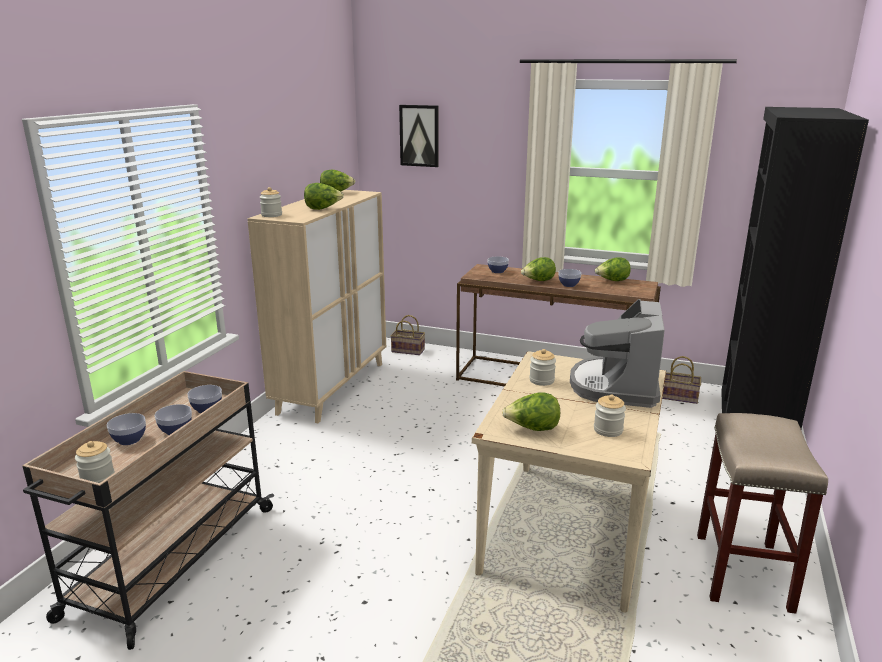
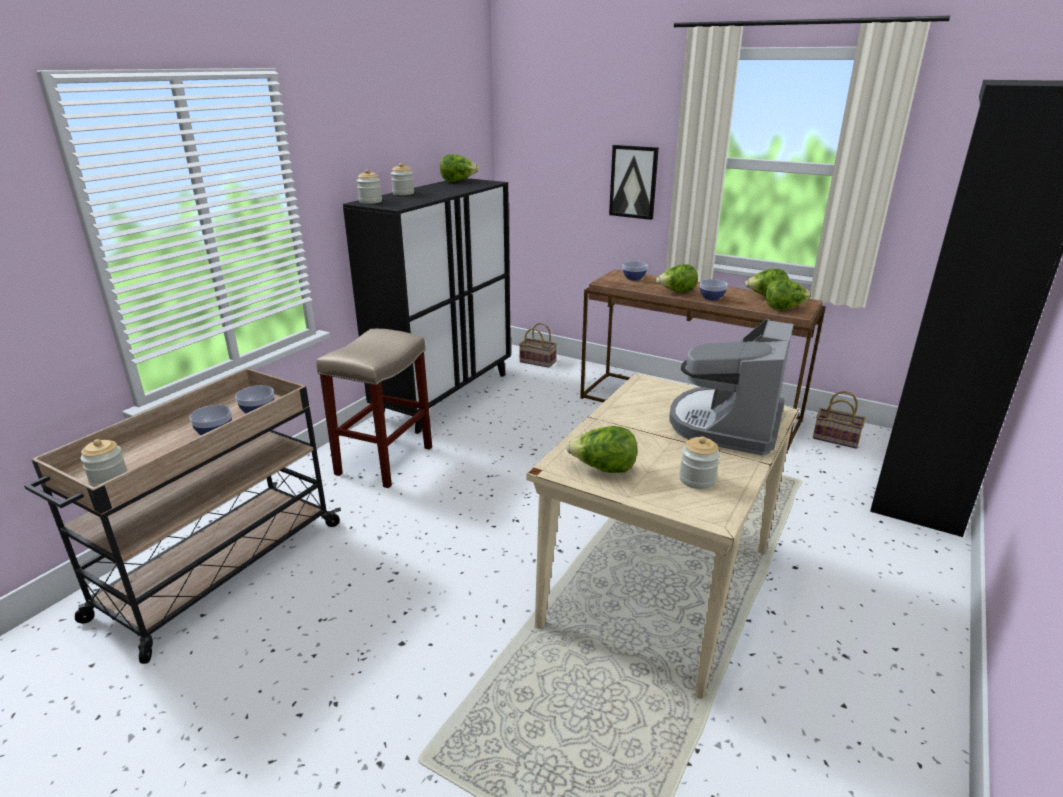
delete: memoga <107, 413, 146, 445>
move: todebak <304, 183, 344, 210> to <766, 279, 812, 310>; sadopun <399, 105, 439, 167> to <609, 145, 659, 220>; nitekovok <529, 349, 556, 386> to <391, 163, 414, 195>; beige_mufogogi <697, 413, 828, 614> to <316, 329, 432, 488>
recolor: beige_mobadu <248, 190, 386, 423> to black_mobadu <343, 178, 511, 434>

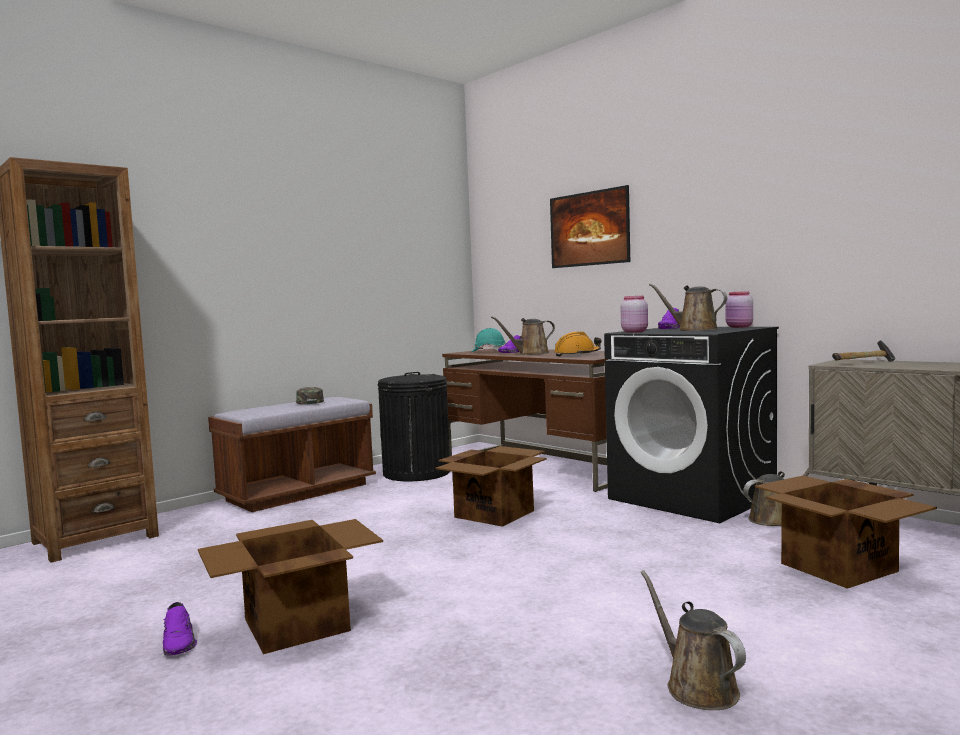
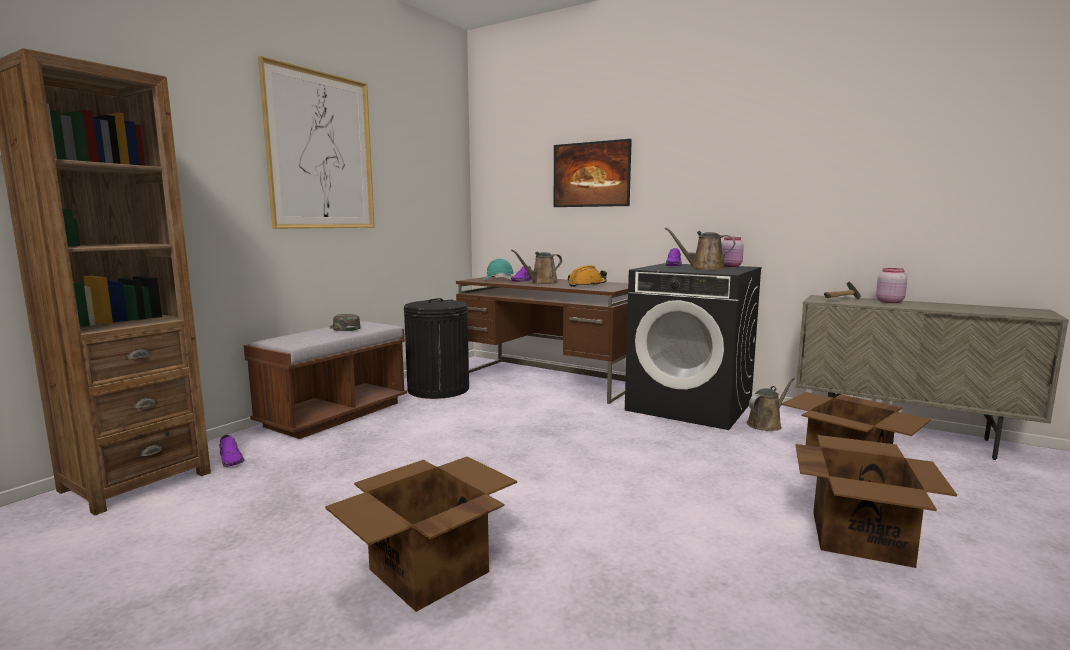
delete: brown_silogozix <640, 570, 746, 710>
insert: sadopun <258, 56, 375, 229>
move: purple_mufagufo <163, 602, 197, 656> to <219, 435, 245, 467>; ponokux <435, 446, 546, 527> to <795, 435, 957, 568>; pink_nitekovok <621, 296, 648, 333> to <876, 268, 907, 303>

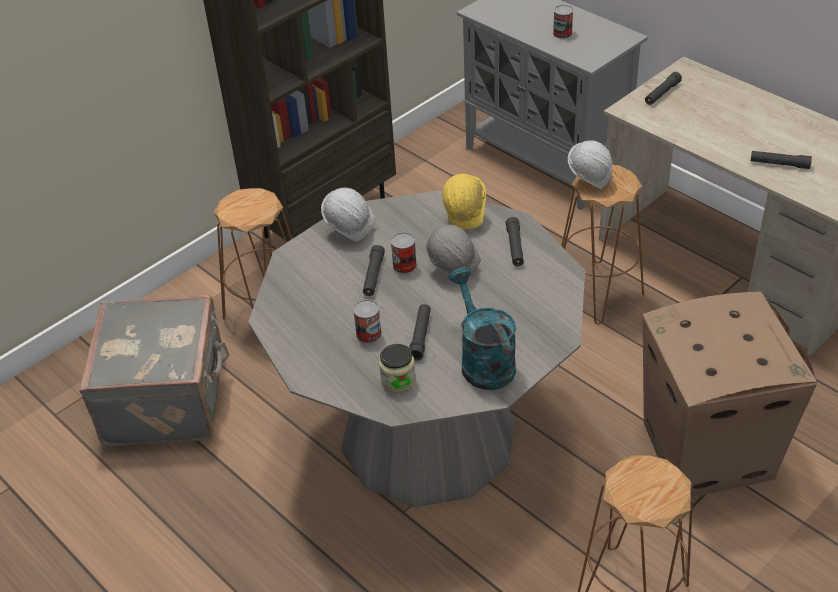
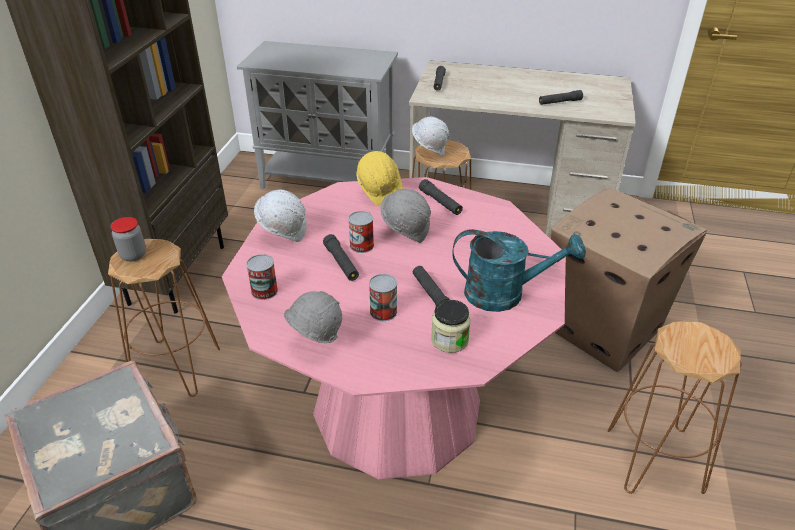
insert: nitekovok <111, 217, 146, 261>; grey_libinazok <284, 291, 342, 343>
move: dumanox <553, 5, 574, 39> to <246, 254, 278, 300>
recolor: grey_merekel <248, 190, 585, 507> to pink_merekel <222, 177, 566, 479>
rotate: turquoise_silogozix <449, 267, 516, 390> = <452, 229, 586, 312> 150 degrees clockwise

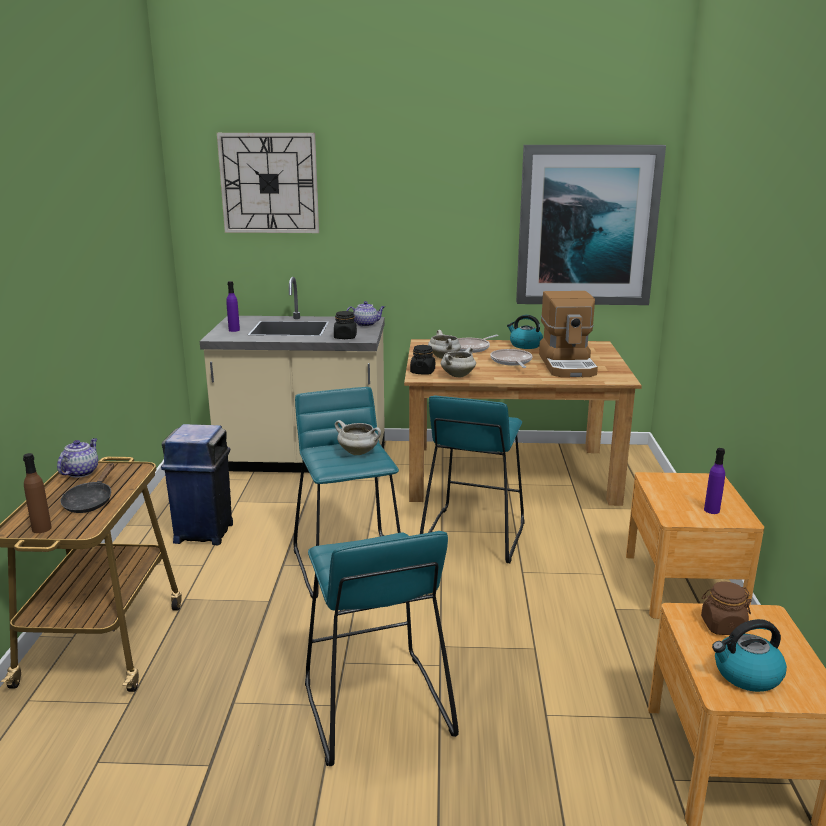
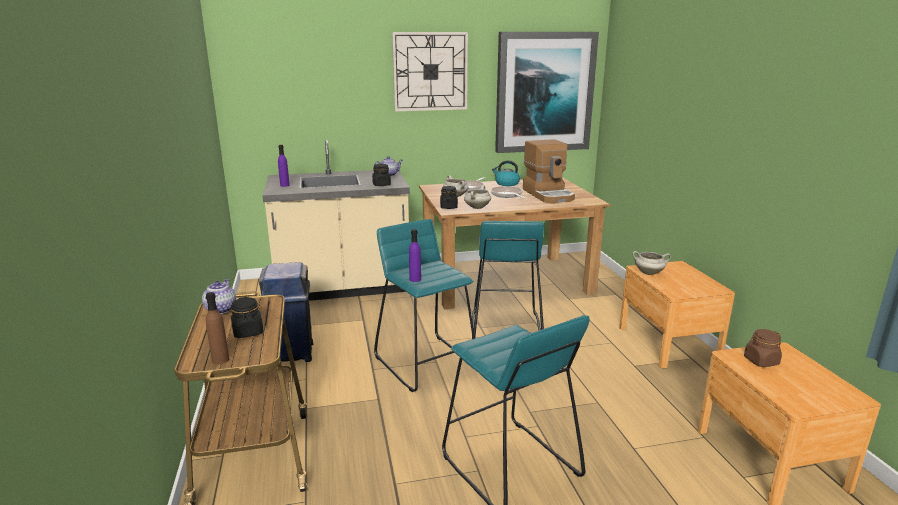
delete: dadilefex <712, 619, 787, 692>
move: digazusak <217, 133, 319, 233> to <392, 32, 468, 112>; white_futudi <335, 420, 381, 455> to <633, 251, 671, 275>; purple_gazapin <704, 448, 725, 514> to <409, 229, 421, 282>
replace: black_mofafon <61, 463, 114, 513> to black_nitekovok <231, 297, 263, 338>

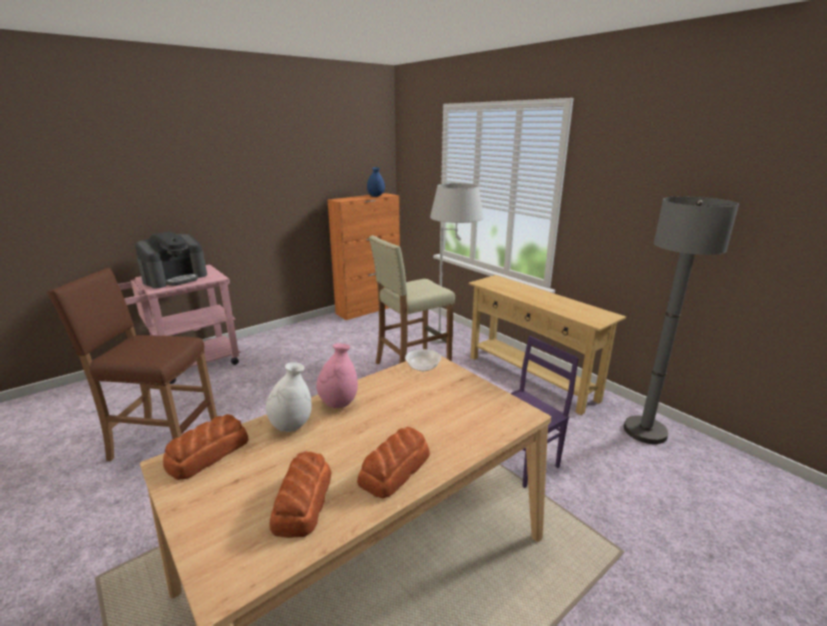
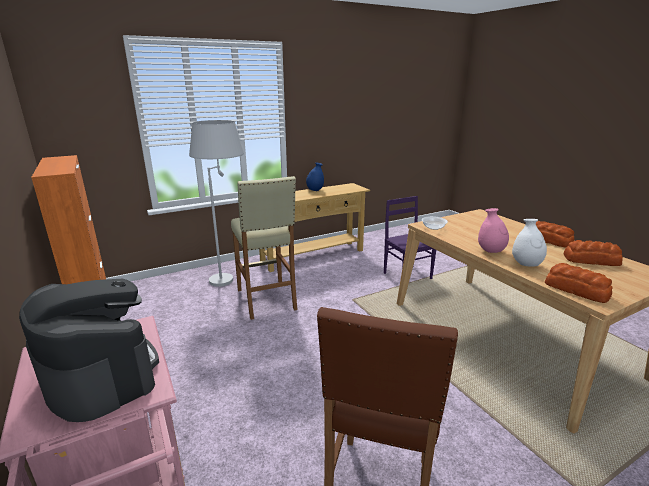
delete: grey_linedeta <624, 197, 739, 444>
move: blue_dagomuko <367, 167, 385, 197> to <306, 162, 324, 191>

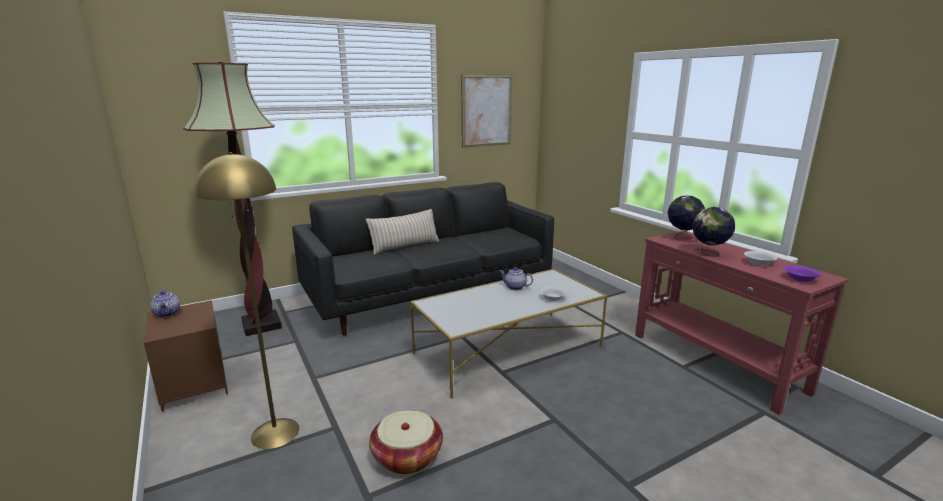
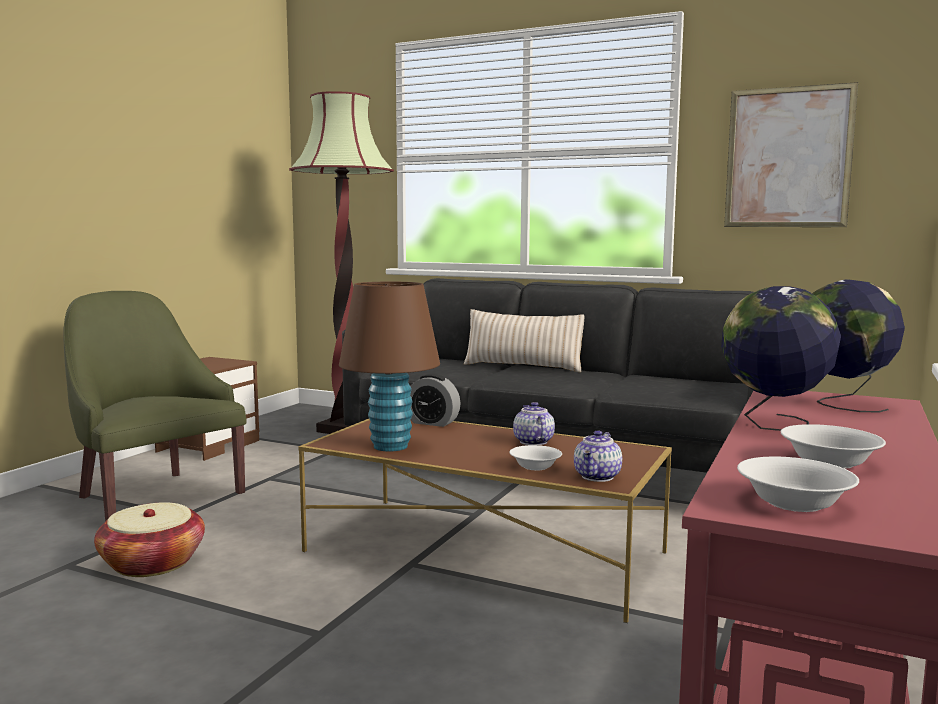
insert: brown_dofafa <339, 282, 440, 452>; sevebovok <410, 374, 461, 427>
move: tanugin <150, 290, 180, 318> to <574, 430, 622, 482>
replace: yellow_linedeta <195, 152, 299, 449> to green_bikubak <63, 291, 246, 521>
recolor: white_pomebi <410, 269, 608, 398> to brown_pomebi <298, 419, 672, 623>; purple_memoga <784, 265, 822, 282> to white_memoga <737, 456, 859, 512>

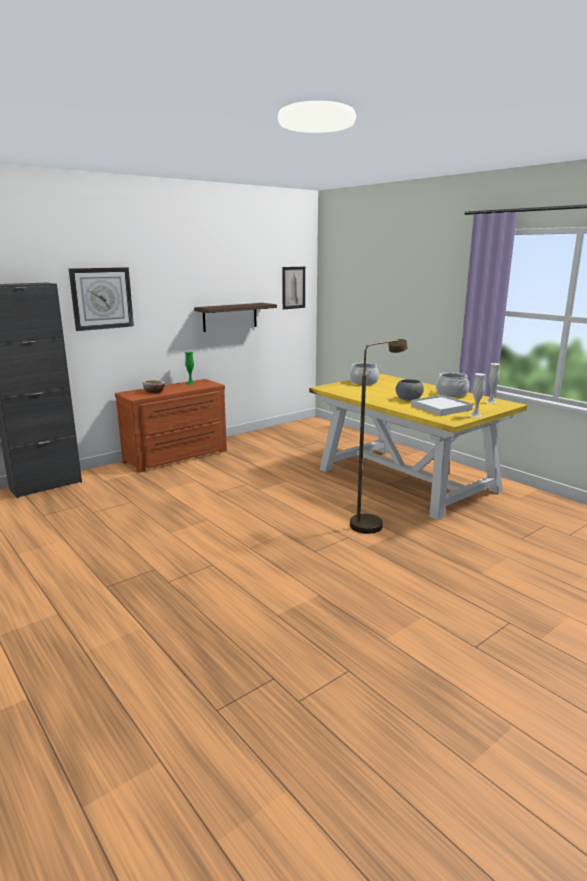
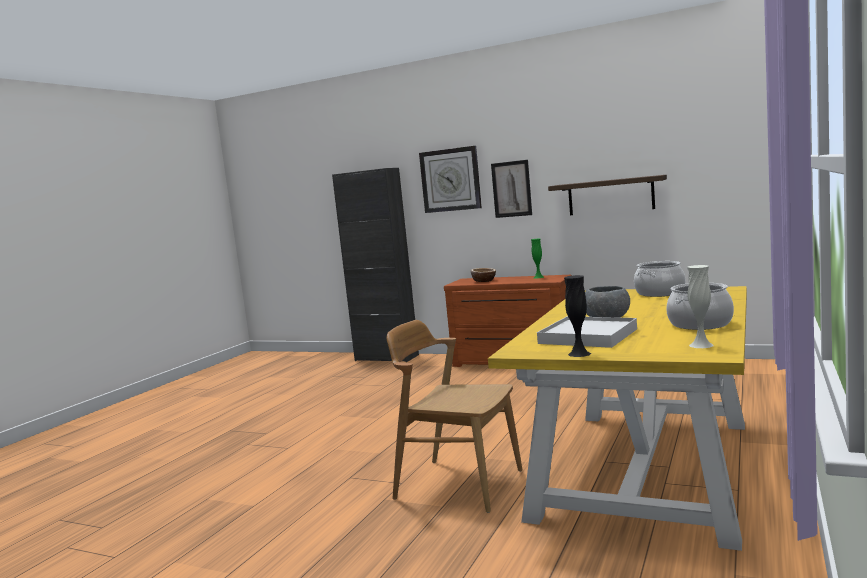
move: sadopun <282, 267, 305, 309> to <491, 160, 532, 218>
replace: brown_linedeta <350, 339, 407, 534> to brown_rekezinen <387, 320, 522, 513>
recolor: white_dagomuko <470, 373, 486, 417> to black_dagomuko <564, 275, 591, 357>

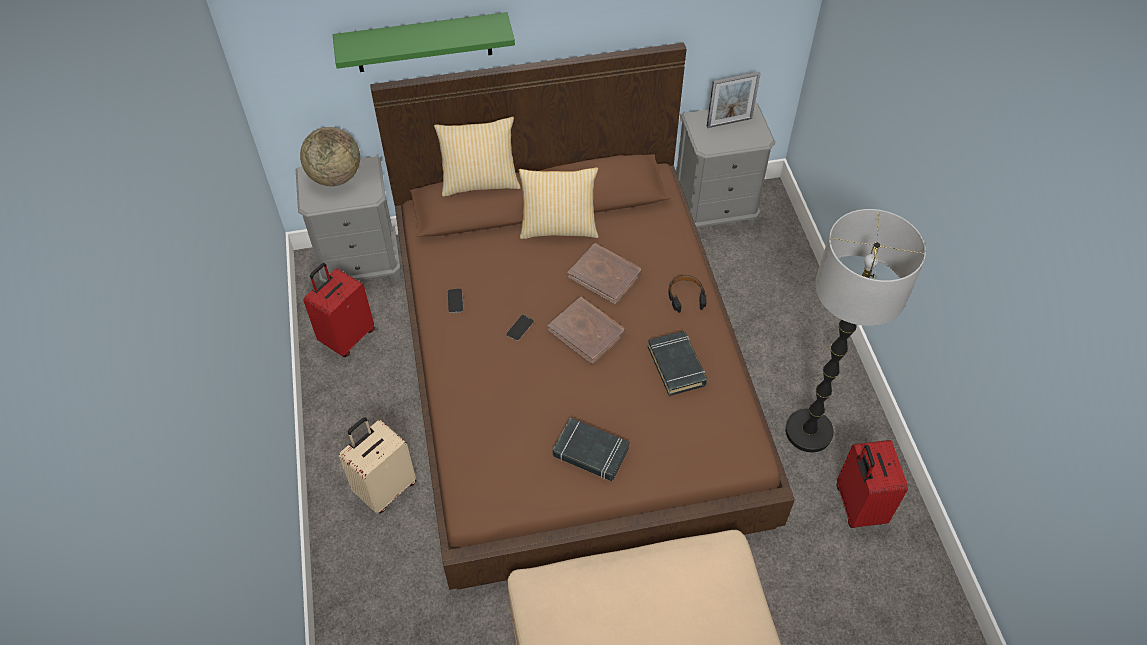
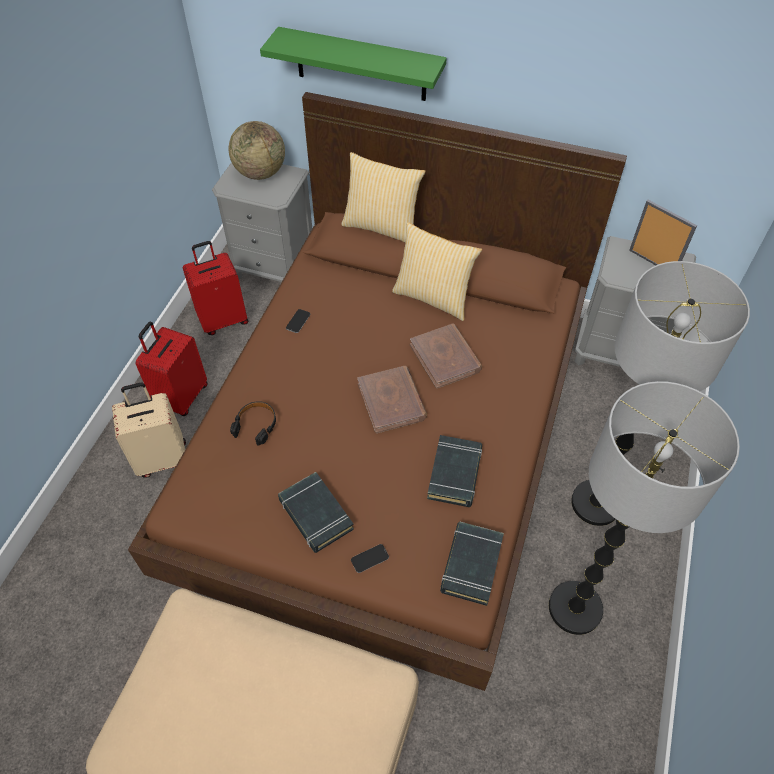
insert: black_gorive <440, 522, 504, 606>; linedeta <571, 261, 750, 526>
move: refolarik <506, 315, 534, 341> to <351, 544, 389, 573>; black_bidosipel <669, 275, 706, 313> to <230, 401, 276, 446>; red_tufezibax <837, 440, 908, 528> to <136, 322, 208, 416>
rotate: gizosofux <707, 72, 761, 128> = <629, 200, 697, 265> 150 degrees counterclockwise

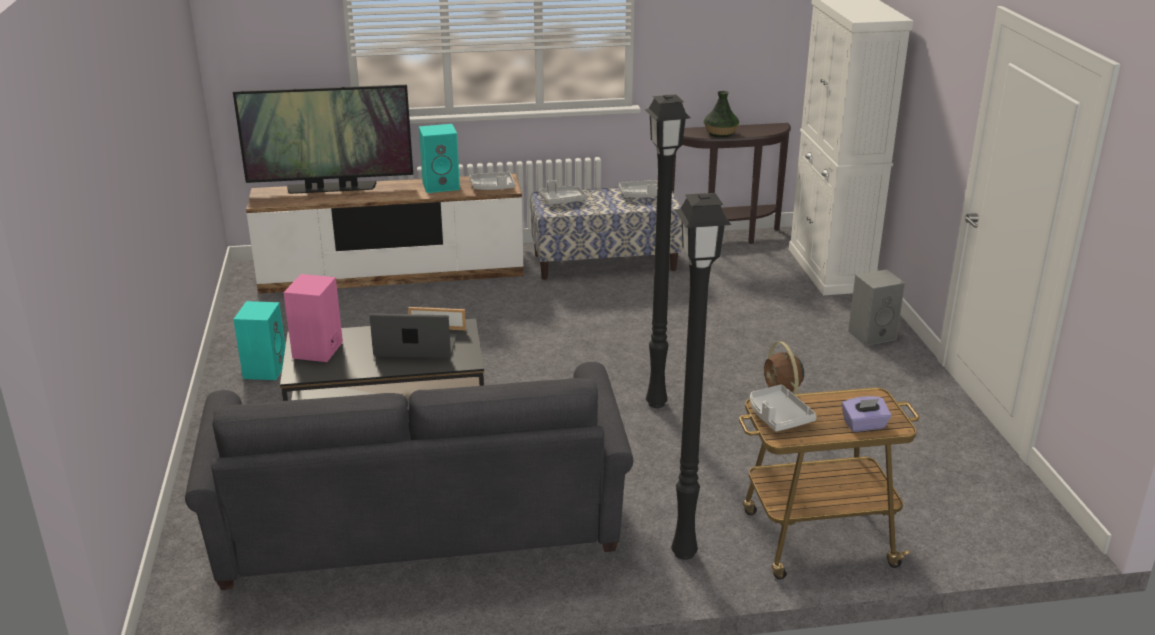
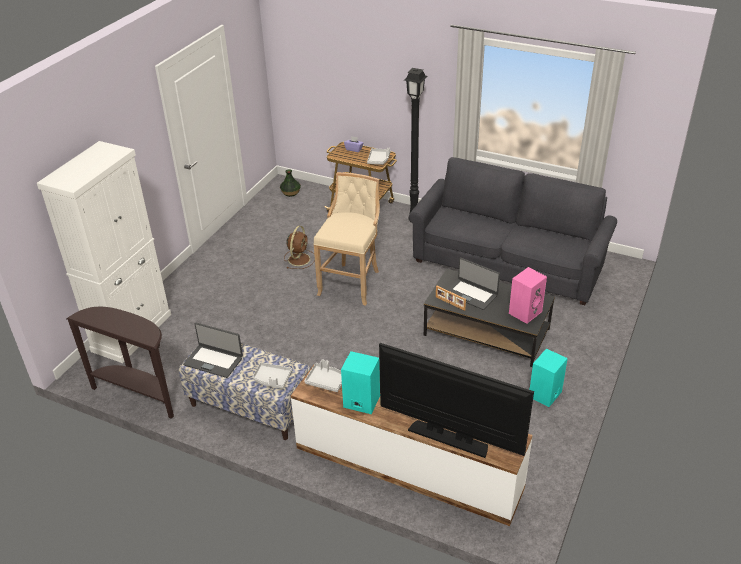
delete: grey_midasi <848, 269, 905, 346>
move: dagomuko <704, 91, 739, 138> to <280, 169, 301, 197>
replace: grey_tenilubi <618, 180, 658, 198> to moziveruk <183, 323, 243, 378>; black_linedeta <645, 94, 691, 408> to beige_mufogogi <314, 172, 380, 306>

